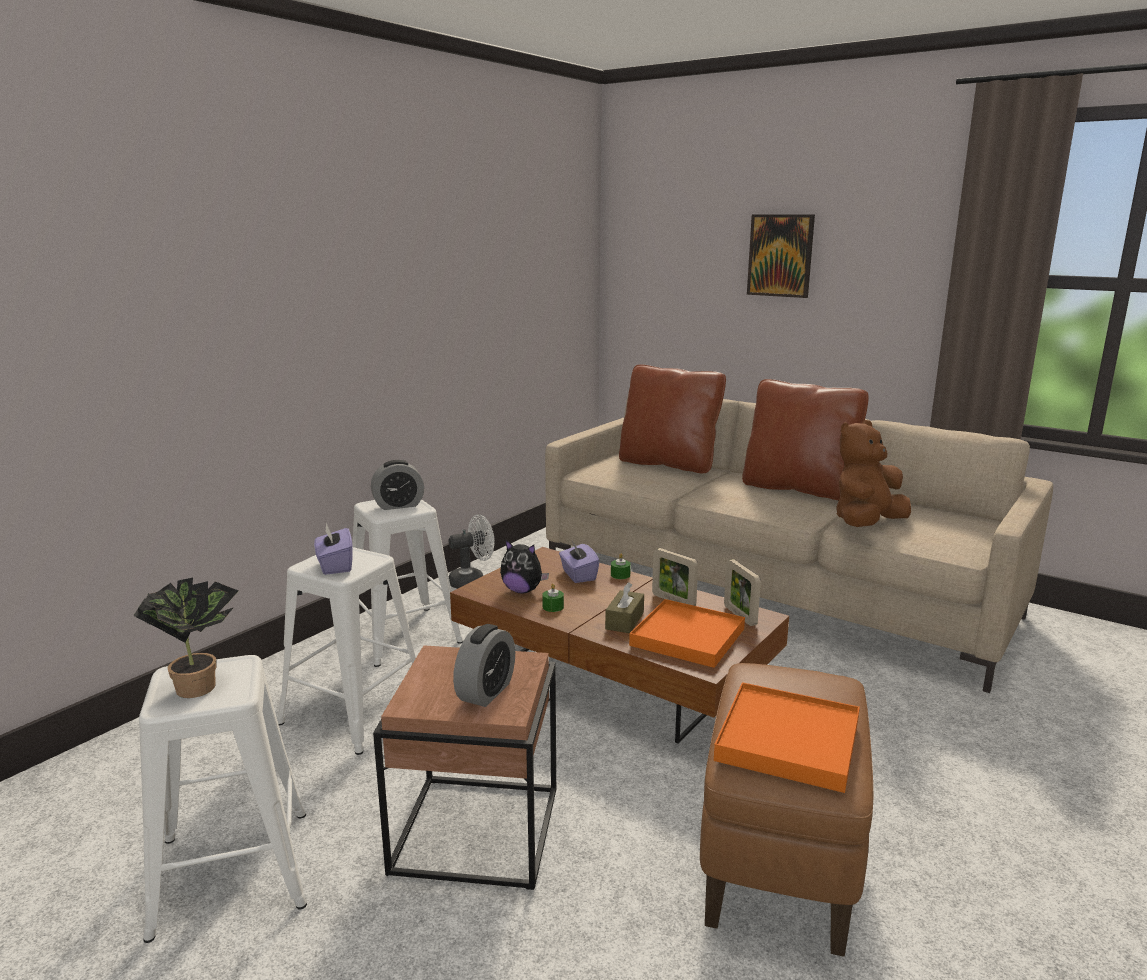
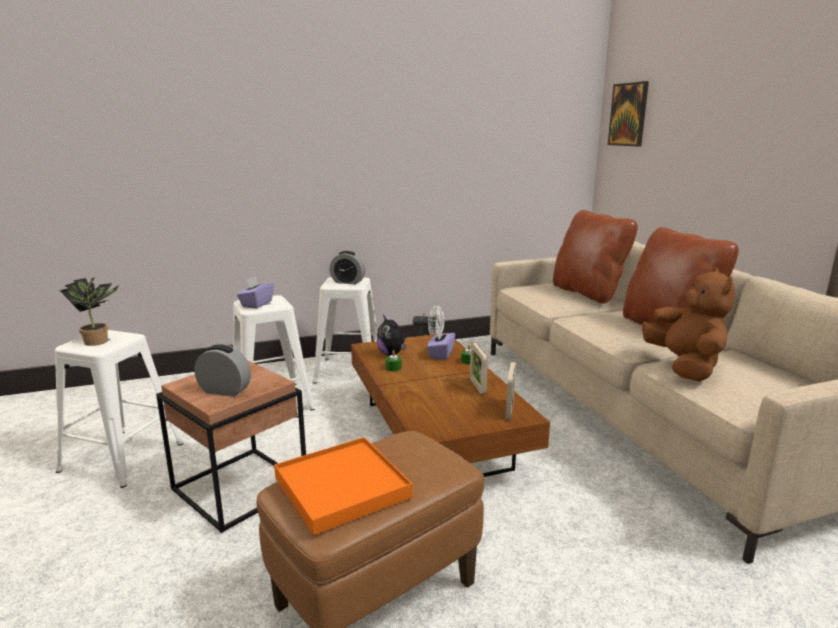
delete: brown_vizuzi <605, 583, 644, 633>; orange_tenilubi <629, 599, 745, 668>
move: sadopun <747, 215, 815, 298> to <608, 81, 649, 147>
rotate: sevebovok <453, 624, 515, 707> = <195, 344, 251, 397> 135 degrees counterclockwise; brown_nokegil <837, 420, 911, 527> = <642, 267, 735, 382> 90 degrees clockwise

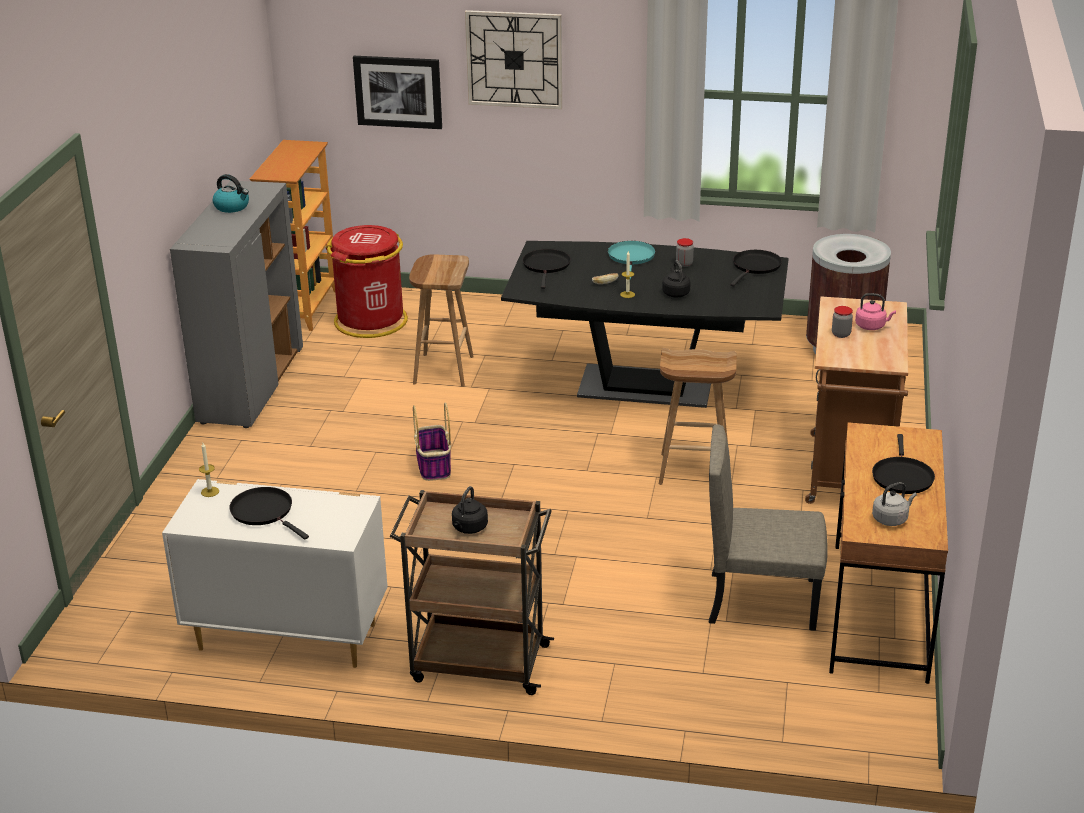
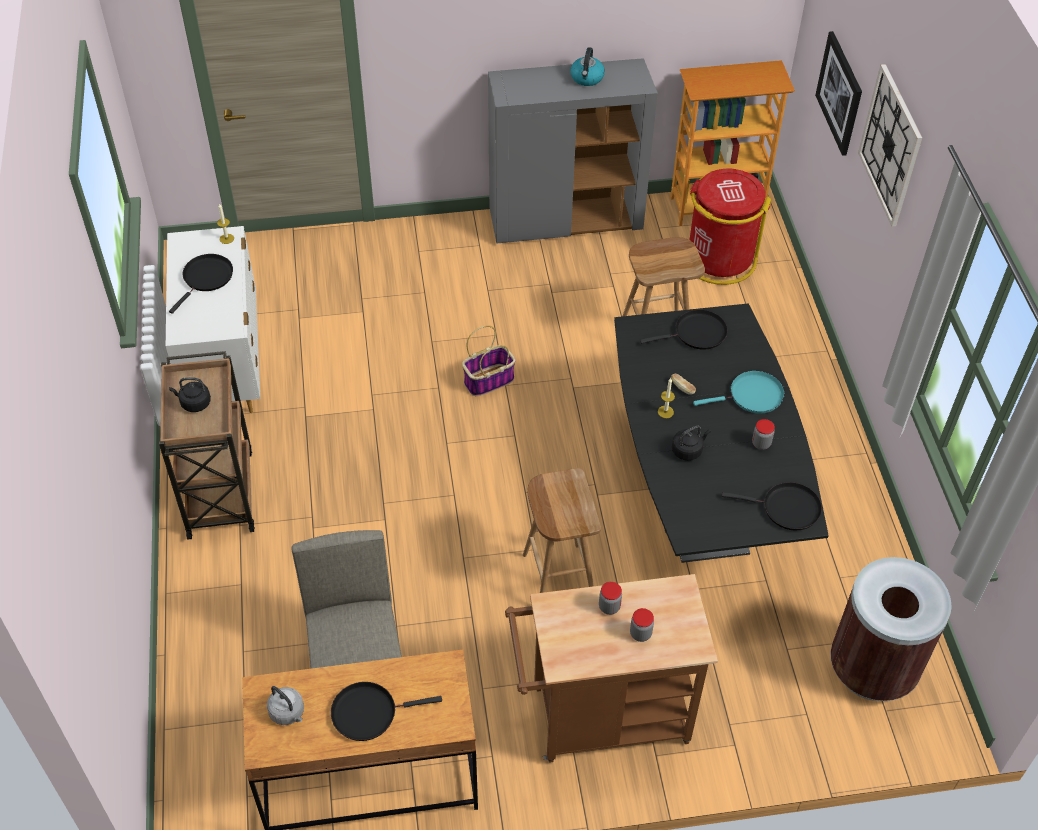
replace: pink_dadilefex <855, 293, 896, 330> to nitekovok <630, 608, 654, 642>

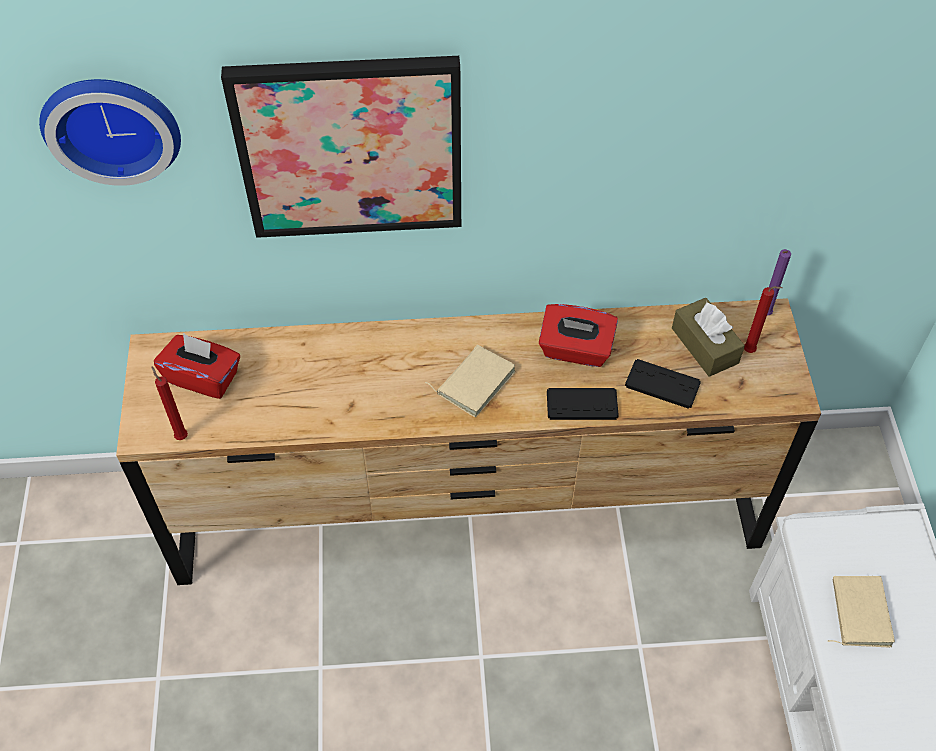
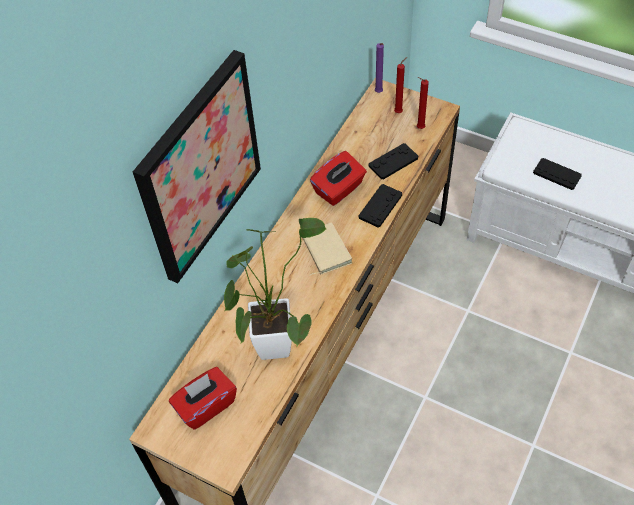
delete: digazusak <39, 79, 181, 186>; brown_vizuzi <672, 298, 745, 377>
insert: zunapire <224, 218, 326, 360>
move: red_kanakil <151, 366, 188, 440> to <417, 77, 429, 129>
replace: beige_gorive <828, 576, 895, 647> to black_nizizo <533, 158, 582, 190>

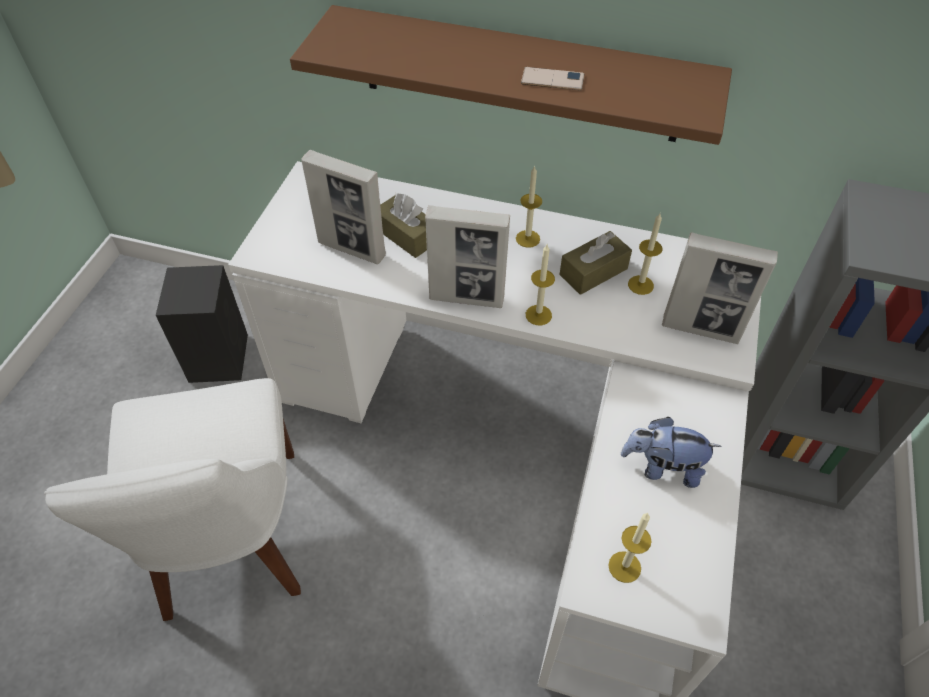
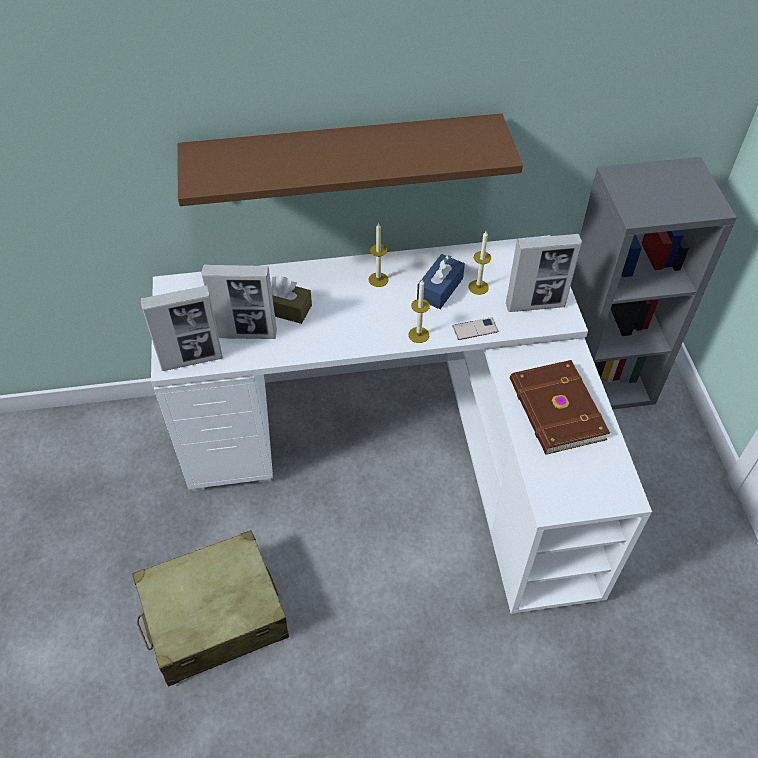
delete: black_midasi <156, 265, 248, 383>; kanakil <608, 513, 652, 583>
move: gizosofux <425, 205, 510, 308> to <140, 285, 223, 371>; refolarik <521, 67, 585, 90> to <452, 317, 498, 340>
replace: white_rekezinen <44, 378, 301, 621> to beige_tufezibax <132, 530, 289, 687>; nokegil <621, 417, 721, 488> to brown_gorive <510, 360, 610, 455>
recolor: brown_vizuzi <559, 231, 632, 295> to blue_vizuzi <417, 254, 465, 309>

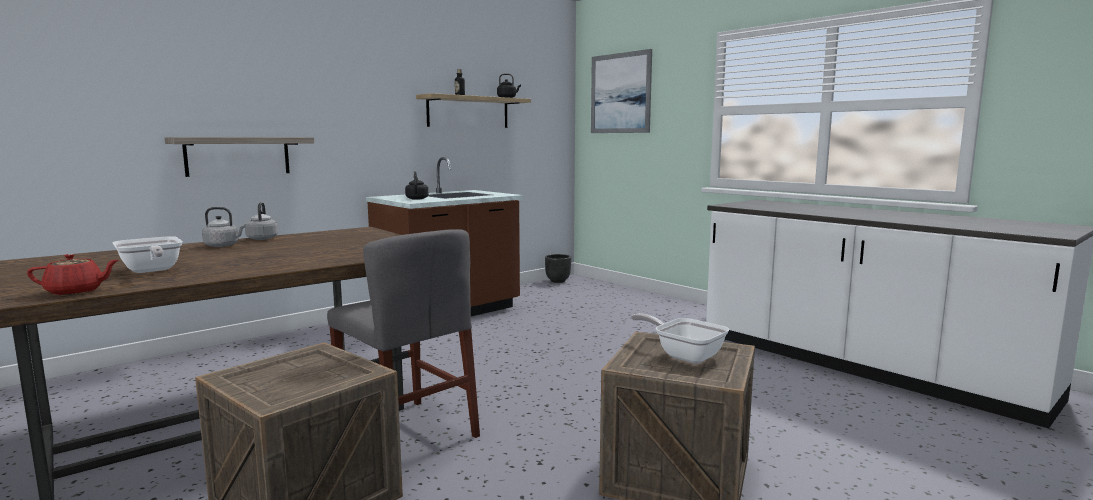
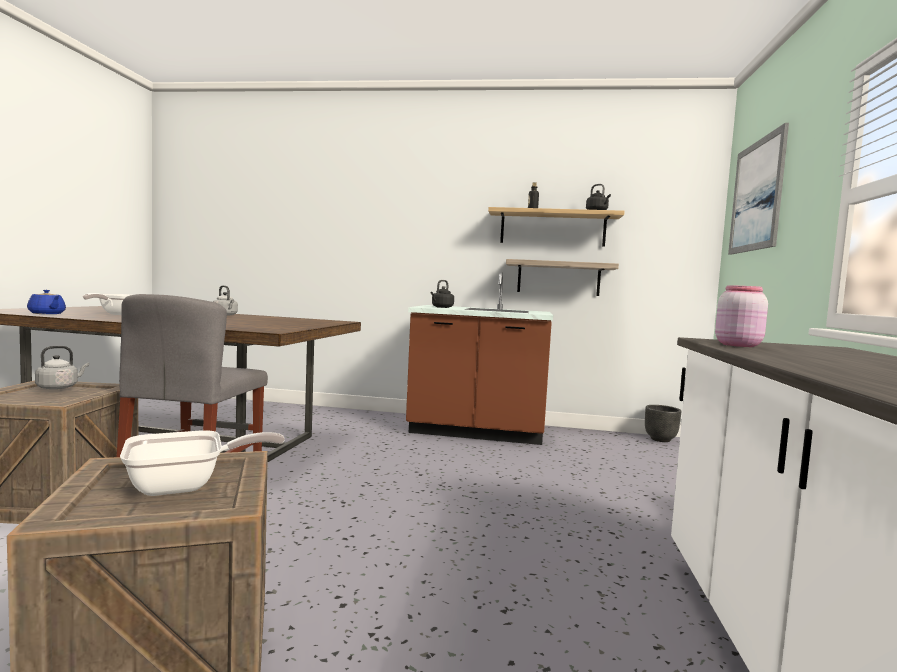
insert: pink_nitekovok <715, 285, 768, 347>
move: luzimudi <165, 137, 314, 177> to <506, 259, 619, 296>; grey_dadilefex <245, 202, 278, 240> to <35, 346, 89, 390>
recolor: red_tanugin <27, 254, 118, 295> to blue_tanugin <27, 290, 66, 314>
rotate: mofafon <631, 313, 729, 364> = <120, 430, 285, 496> 60 degrees clockwise

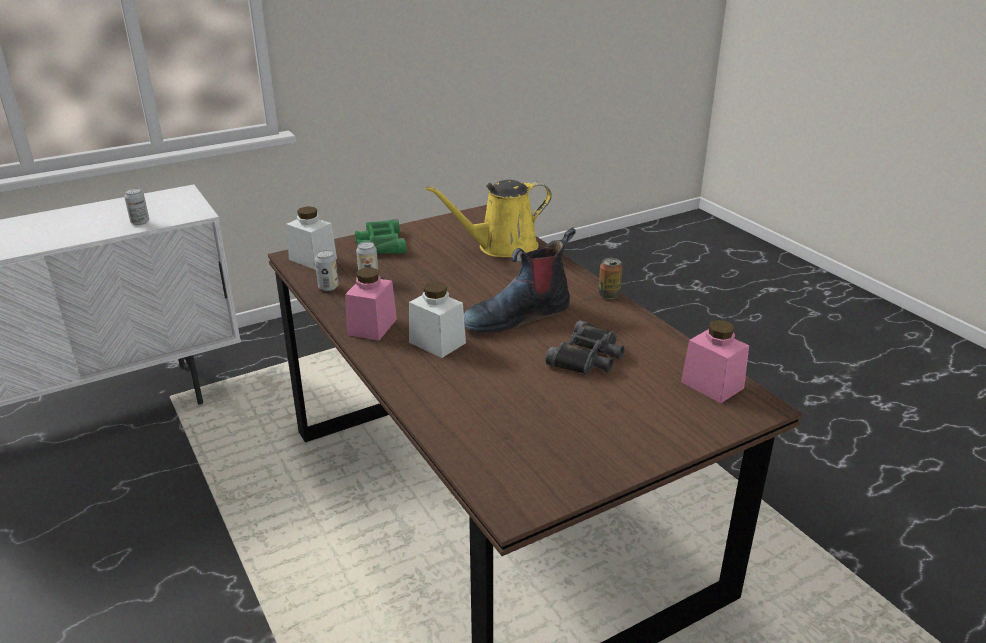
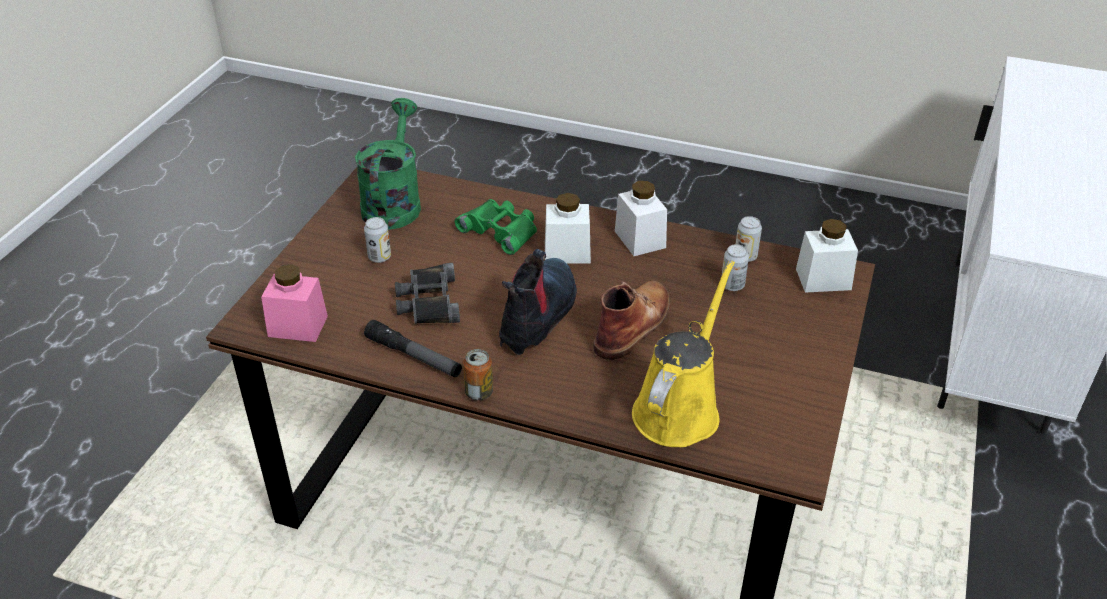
insert: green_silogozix <355, 98, 421, 230>; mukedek <364, 320, 462, 377>; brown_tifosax <593, 281, 670, 360>
move: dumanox <124, 188, 149, 225> to <364, 217, 391, 263>; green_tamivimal <355, 219, 406, 254> to <455, 199, 537, 255>
recolor: pink_nitekovok <345, 268, 397, 341> to white_nitekovok <615, 181, 667, 256>

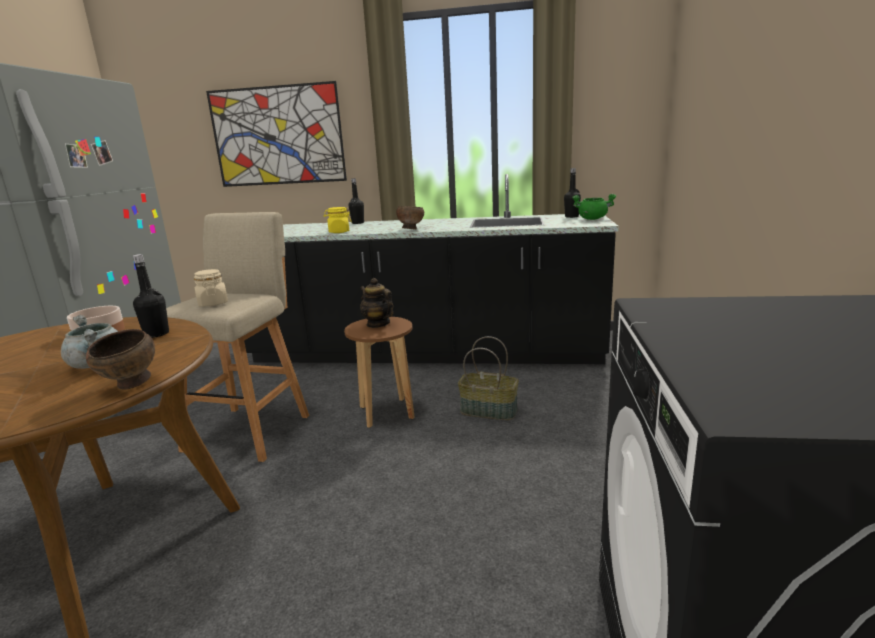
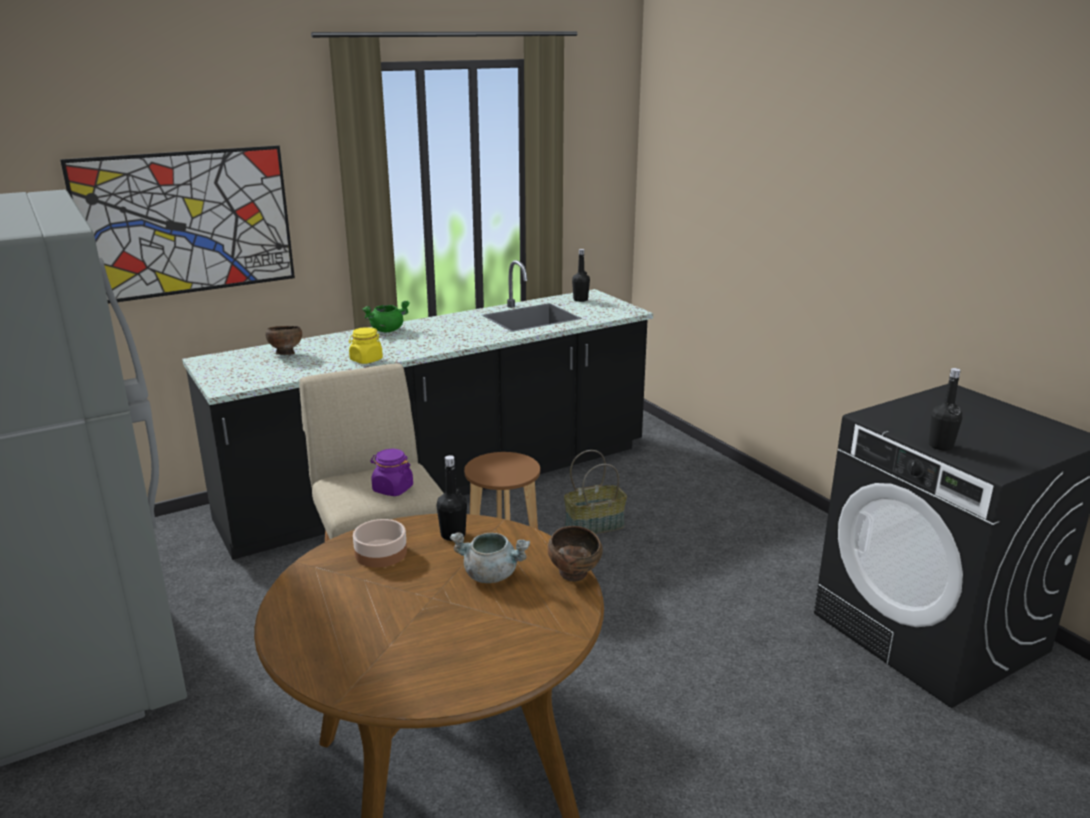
delete: tanugin <360, 278, 394, 328>
move: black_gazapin <349, 178, 364, 224> to <929, 368, 962, 450>; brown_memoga <396, 206, 424, 229> to <265, 326, 302, 355>; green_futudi <572, 194, 616, 220> to <363, 301, 410, 332>
recolor: beige_nitekovok <194, 269, 228, 307> to purple_nitekovok <371, 449, 413, 496>

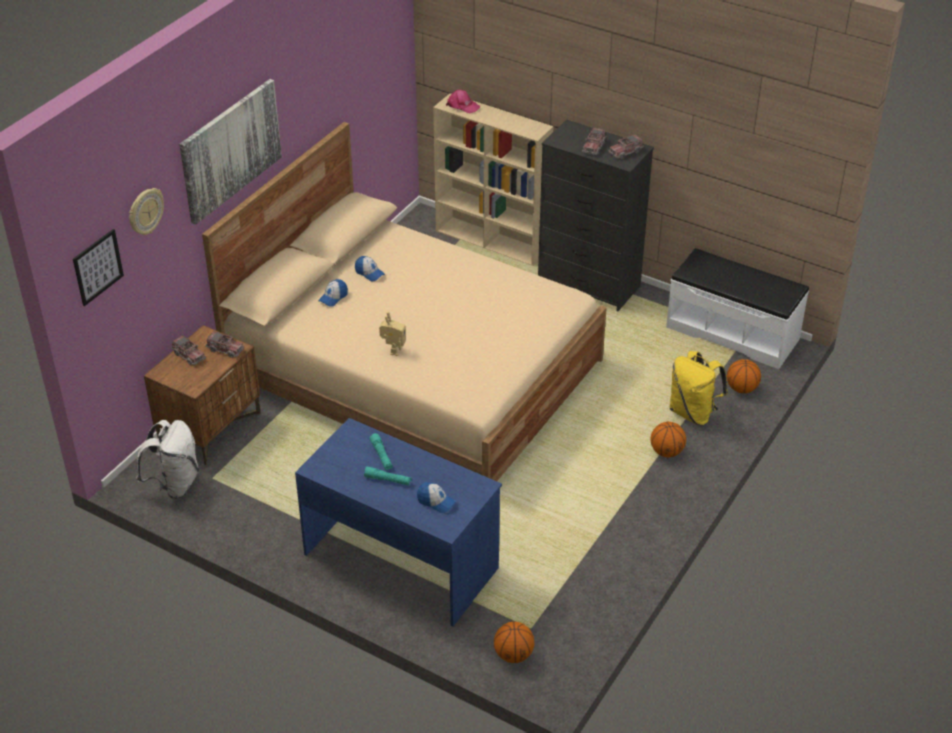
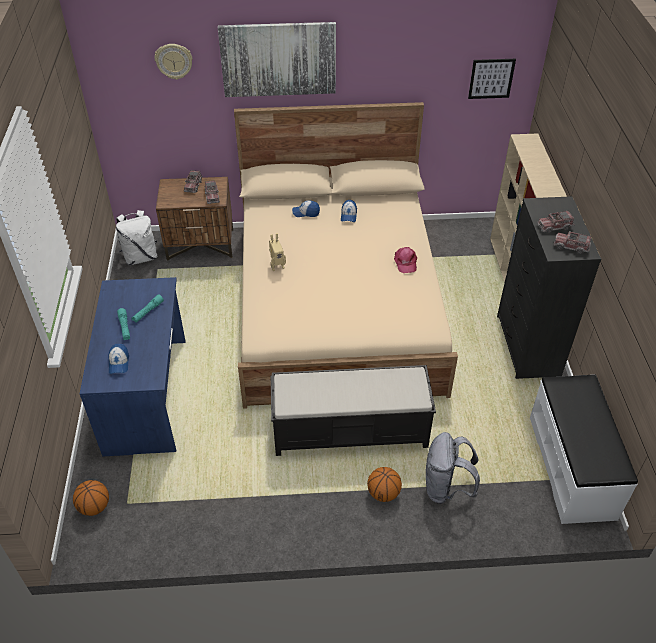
delete: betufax <727, 359, 761, 393>
insert: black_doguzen <271, 365, 436, 456>
move: sadopun <73, 229, 124, 306> to <468, 59, 516, 99>; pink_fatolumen <446, 90, 481, 113> to <394, 247, 417, 273>
recolor: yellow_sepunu <669, 351, 728, 425> to grey_sepunu <426, 432, 480, 504>

